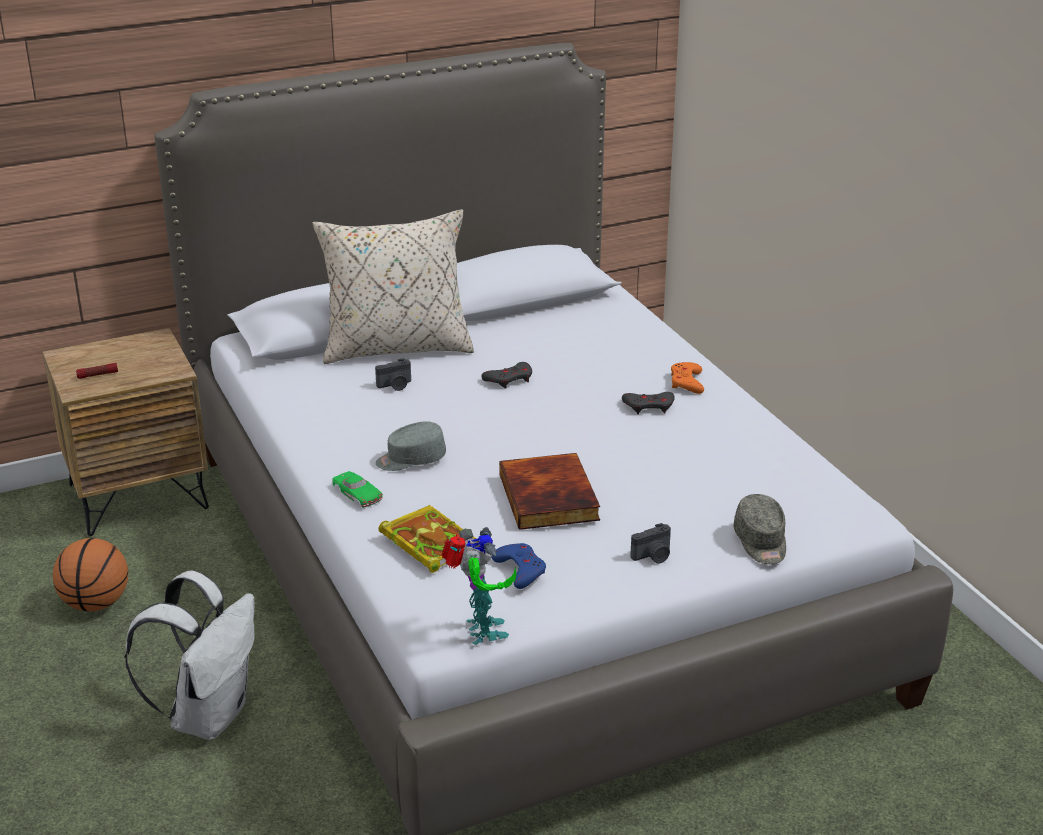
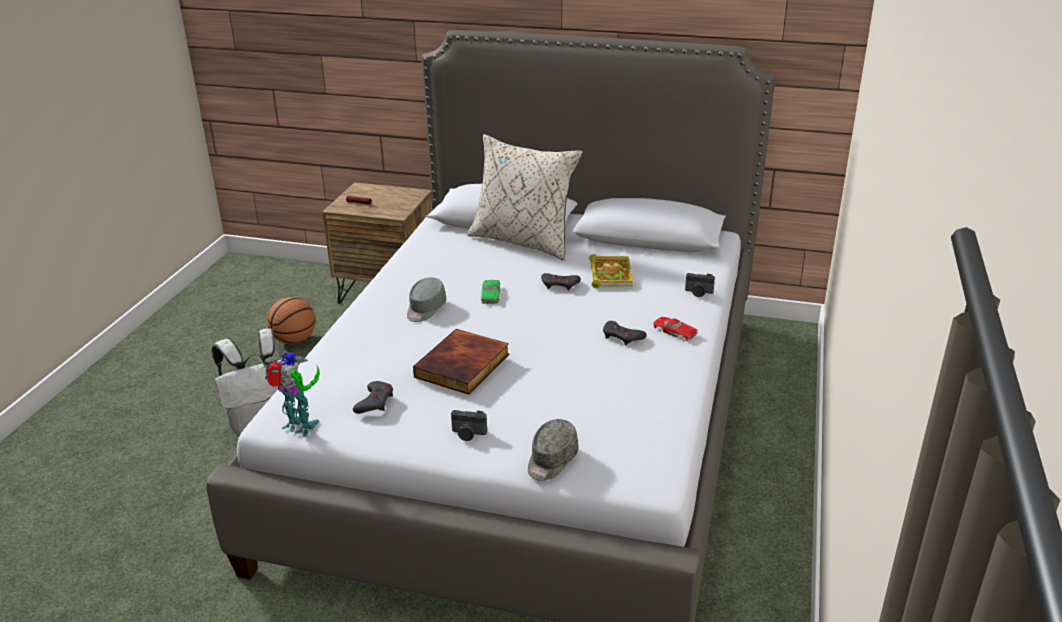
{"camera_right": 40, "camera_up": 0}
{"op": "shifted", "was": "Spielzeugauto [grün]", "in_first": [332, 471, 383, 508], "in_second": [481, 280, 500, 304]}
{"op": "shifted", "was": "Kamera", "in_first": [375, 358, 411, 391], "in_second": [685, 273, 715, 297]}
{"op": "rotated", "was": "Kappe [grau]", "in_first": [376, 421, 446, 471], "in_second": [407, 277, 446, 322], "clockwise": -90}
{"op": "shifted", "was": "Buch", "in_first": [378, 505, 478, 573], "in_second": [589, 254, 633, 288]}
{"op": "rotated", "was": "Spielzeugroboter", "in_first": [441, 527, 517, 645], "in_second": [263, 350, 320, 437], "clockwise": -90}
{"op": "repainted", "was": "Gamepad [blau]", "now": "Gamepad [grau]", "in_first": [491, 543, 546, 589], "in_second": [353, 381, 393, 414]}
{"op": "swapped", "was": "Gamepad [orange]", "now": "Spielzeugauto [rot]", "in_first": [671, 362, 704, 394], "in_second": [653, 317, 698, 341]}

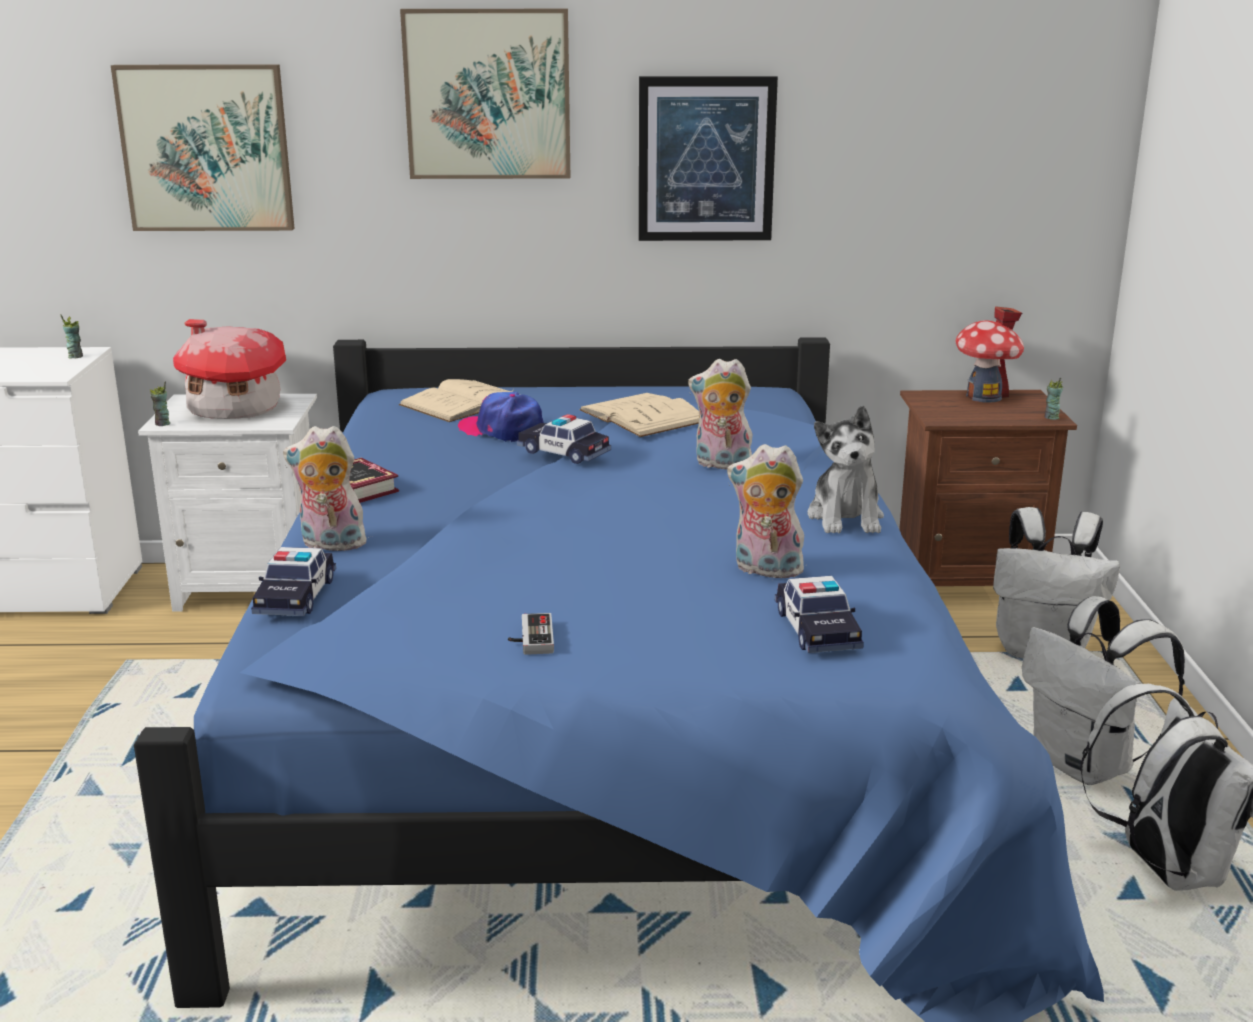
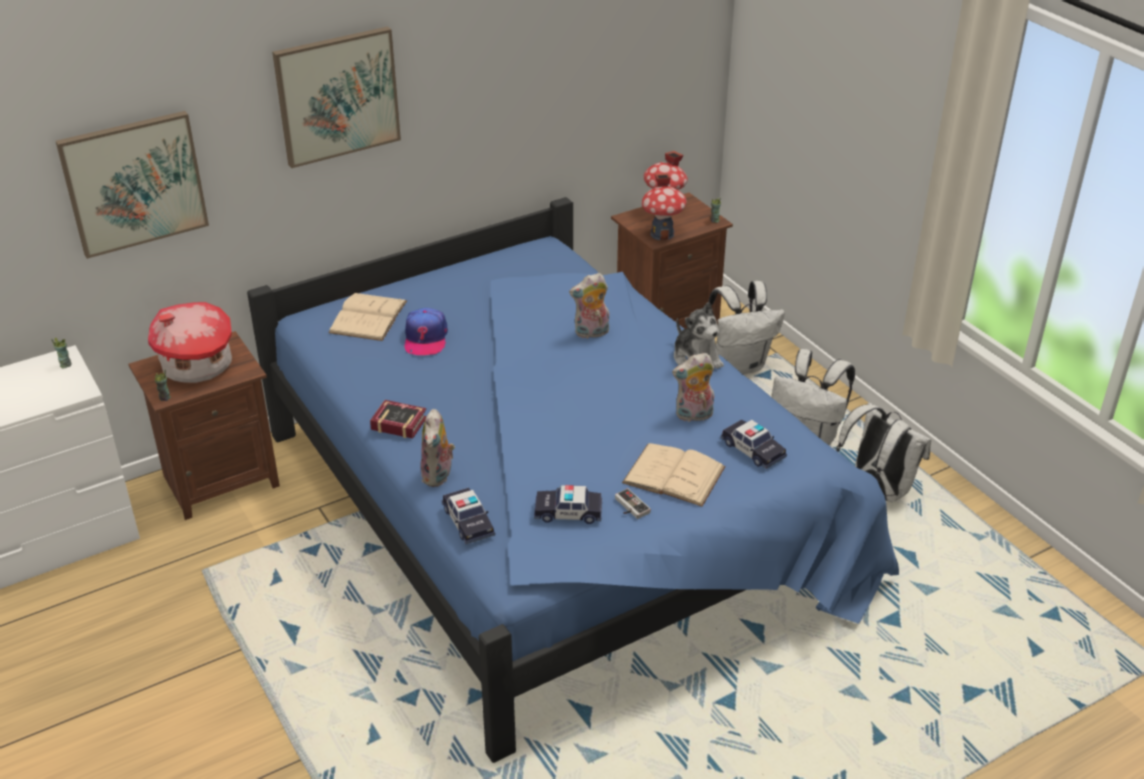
{"camera_right": -30, "camera_up": 15}
{"op": "repainted", "was": "Nachttisch [weiß]", "now": "Nachttisch [braun]", "in_first": [138, 394, 317, 612], "in_second": [128, 331, 280, 520]}
{"op": "rotated", "was": "Plüschtier", "in_first": [283, 426, 370, 554], "in_second": [421, 409, 455, 487], "clockwise": -60}
{"op": "rotated", "was": "Kappe", "in_first": [458, 392, 544, 442], "in_second": [404, 308, 448, 355], "clockwise": -90}
{"op": "shifted", "was": "Spielzeugauto", "in_first": [517, 414, 611, 464], "in_second": [534, 485, 602, 524]}
{"op": "shifted", "was": "Buch [beige]", "in_first": [579, 393, 699, 437], "in_second": [622, 443, 725, 507]}
{"op": "gone", "was": "Bild", "in_first": [638, 76, 778, 241]}
{"op": "new", "now": "Spielzeughaus", "in_second": [641, 173, 687, 240]}

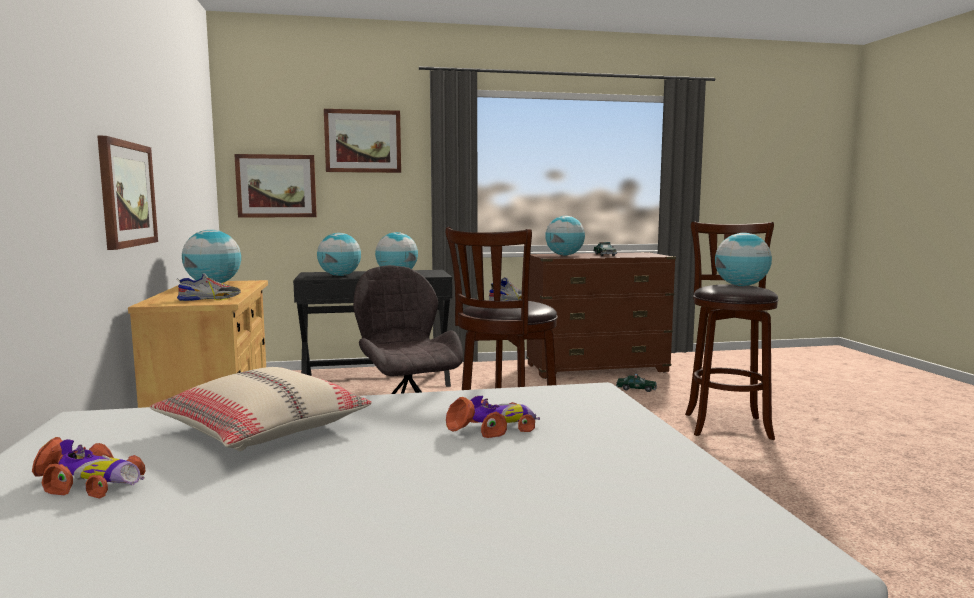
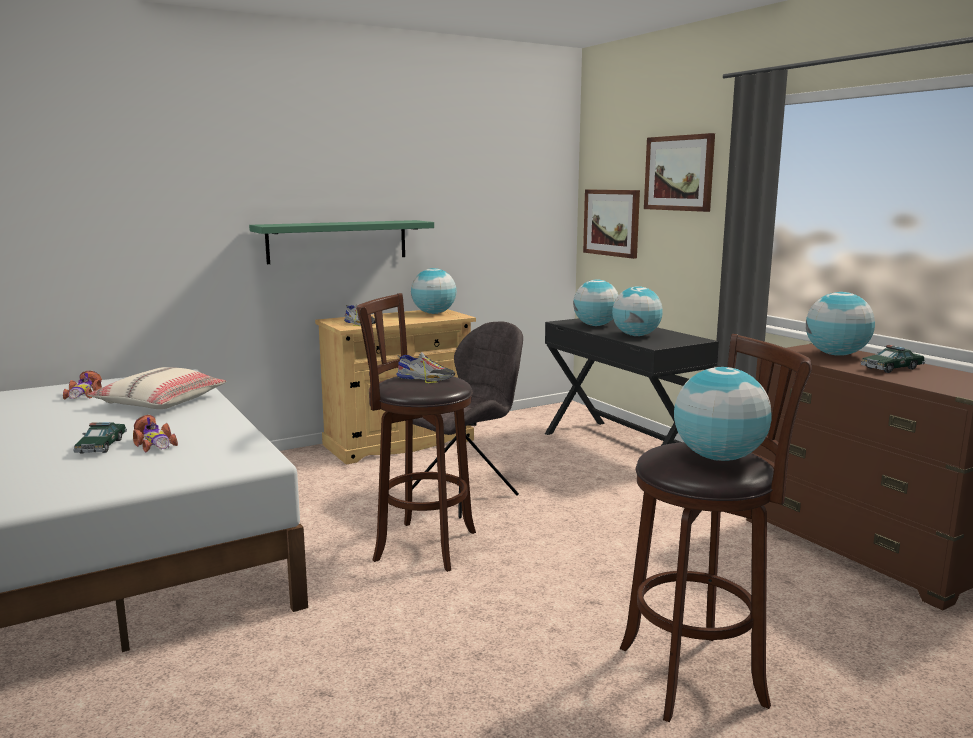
{"camera_right": 70, "camera_up": 5}
{"op": "swapped", "was": "Bild", "now": "Wandregal [grün]", "in_first": [97, 136, 158, 250], "in_second": [249, 220, 434, 264]}
{"op": "shifted", "was": "Spielzeugauto", "in_first": [616, 374, 657, 392], "in_second": [73, 422, 127, 453]}

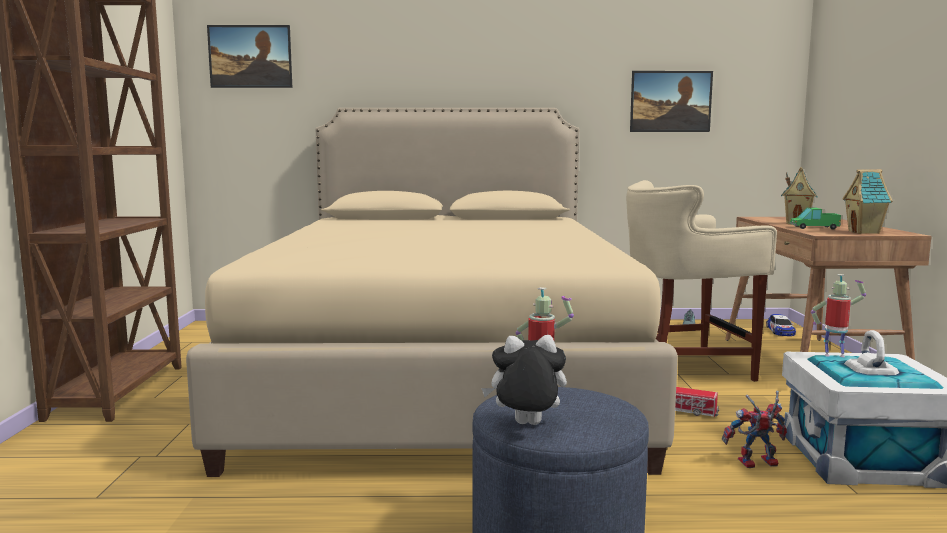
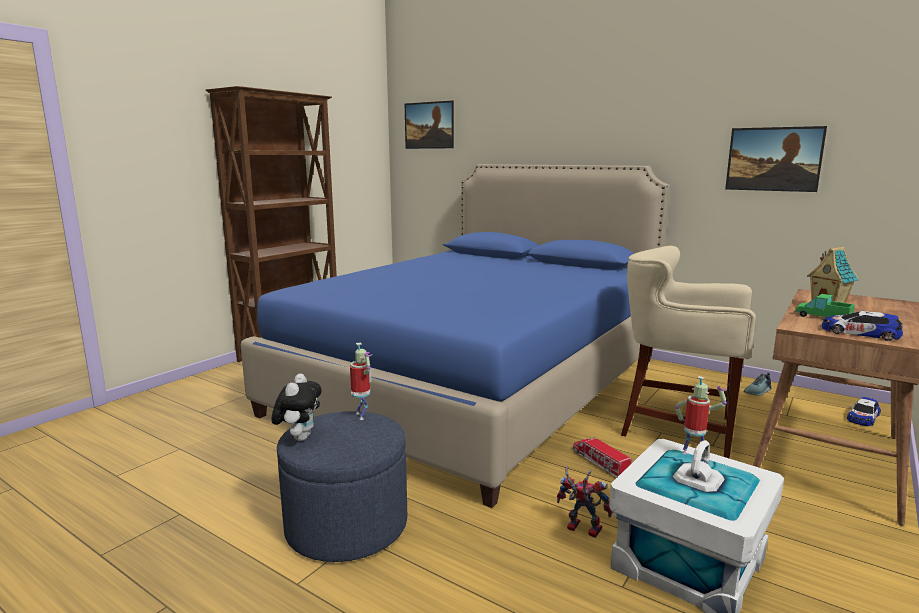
{"camera_right": 35, "camera_up": 5}
{"op": "repainted", "was": "Bett [beige]", "now": "Bett [blau]", "in_first": [186, 108, 678, 477], "in_second": [241, 164, 670, 508]}
{"op": "rotated", "was": "Plüschtier", "in_first": [481, 335, 567, 425], "in_second": [272, 373, 322, 441], "clockwise": 60}
{"op": "swapped", "was": "Spielzeughaus", "now": "Spielzeugauto", "in_first": [842, 169, 893, 234], "in_second": [822, 311, 903, 341]}

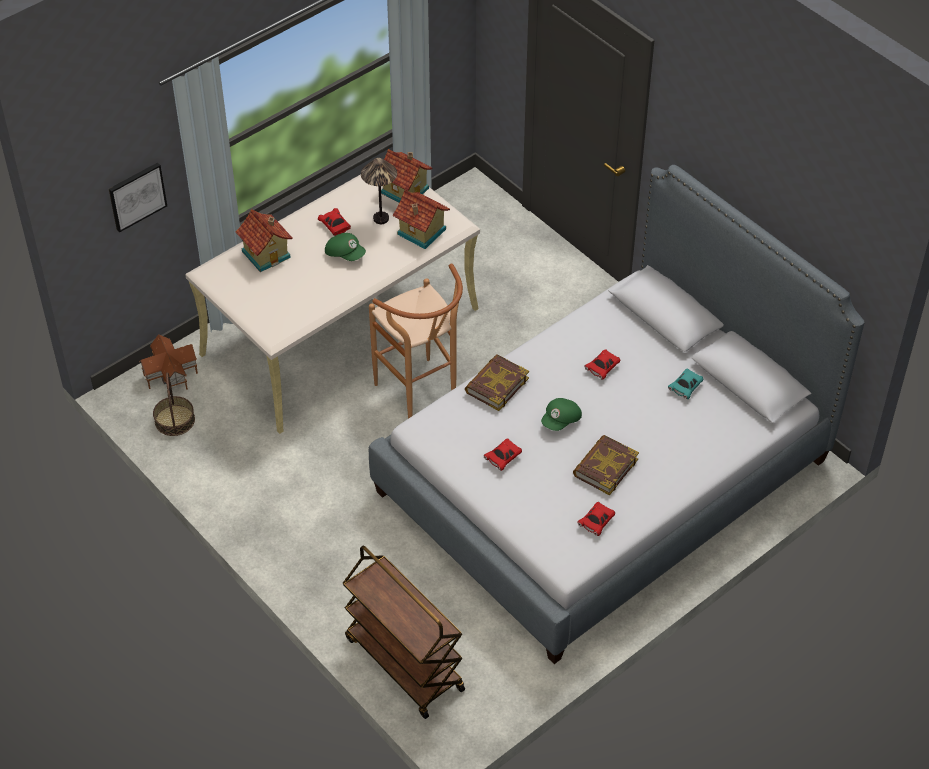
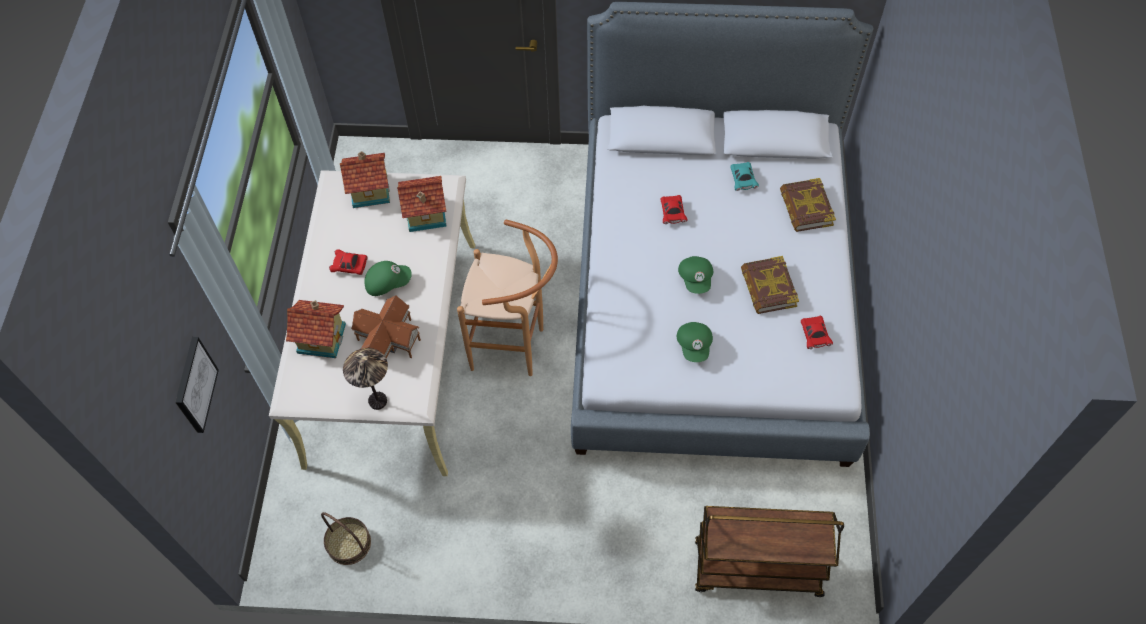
{"camera_right": -45, "camera_up": 10}
{"op": "shifted", "was": "Spielzeughaus", "in_first": [139, 334, 198, 390], "in_second": [351, 295, 421, 358]}
{"op": "shifted", "was": "Tischlampe", "in_first": [361, 158, 397, 224], "in_second": [343, 348, 388, 410]}
{"op": "shifted", "was": "Buch", "in_first": [465, 354, 529, 411], "in_second": [780, 178, 836, 232]}
{"op": "swapped", "was": "Spielzeugauto [rot]", "now": "Kappe [grün]", "in_first": [484, 439, 522, 471], "in_second": [677, 322, 713, 362]}

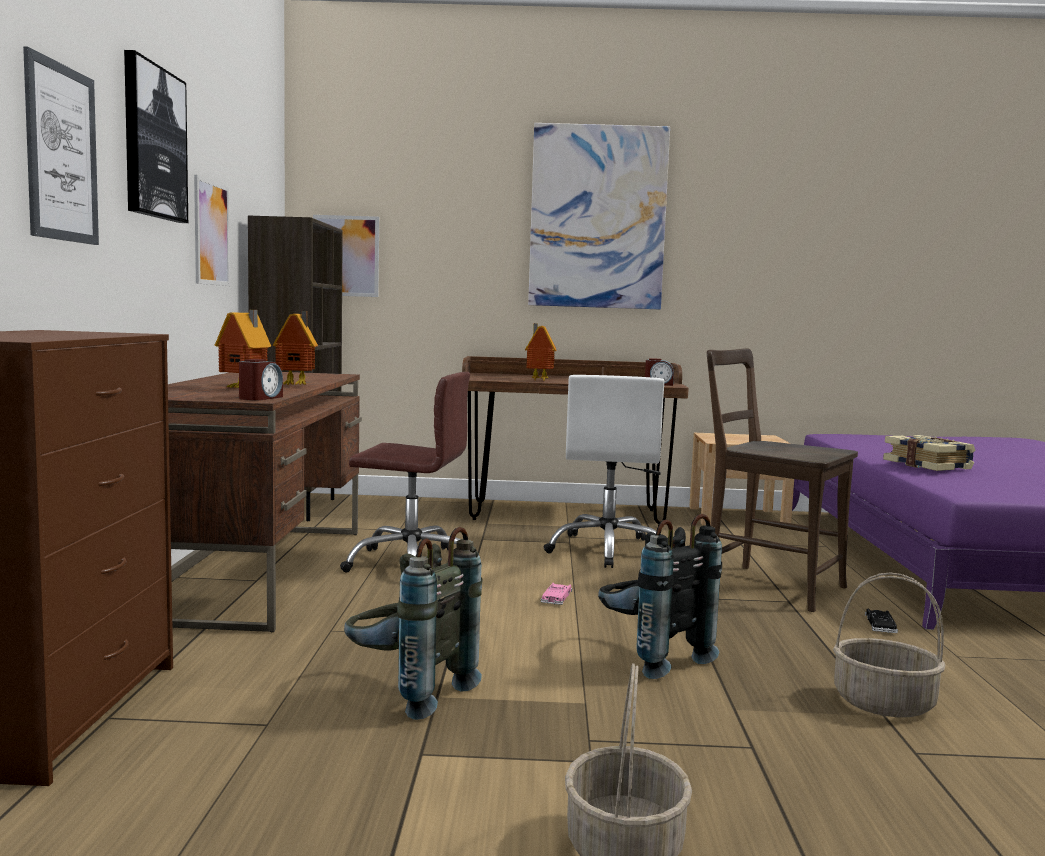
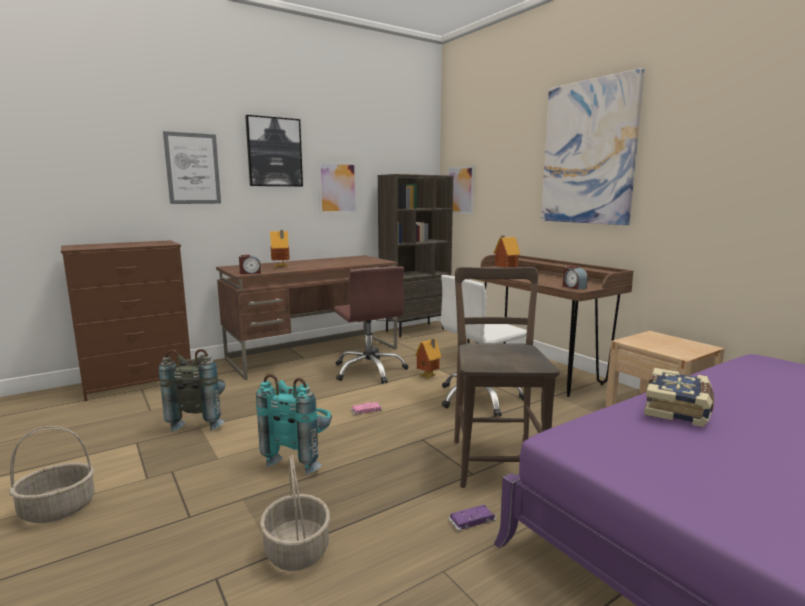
{"camera_right": 55, "camera_up": 5}
{"op": "shifted", "was": "Spielzeughaus", "in_first": [273, 311, 318, 385], "in_second": [415, 339, 441, 378]}
{"op": "repainted", "was": "Rucksack [schwarz]", "now": "Rucksack [türkis]", "in_first": [598, 514, 722, 679], "in_second": [256, 374, 332, 475]}
{"op": "repainted", "was": "Spielzeugauto [schwarz]", "now": "Spielzeugauto [lila]", "in_first": [865, 609, 898, 633], "in_second": [449, 505, 496, 531]}

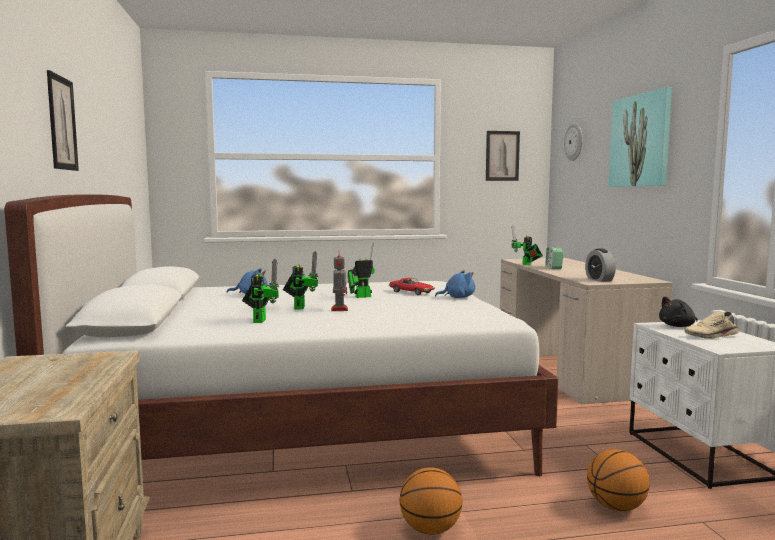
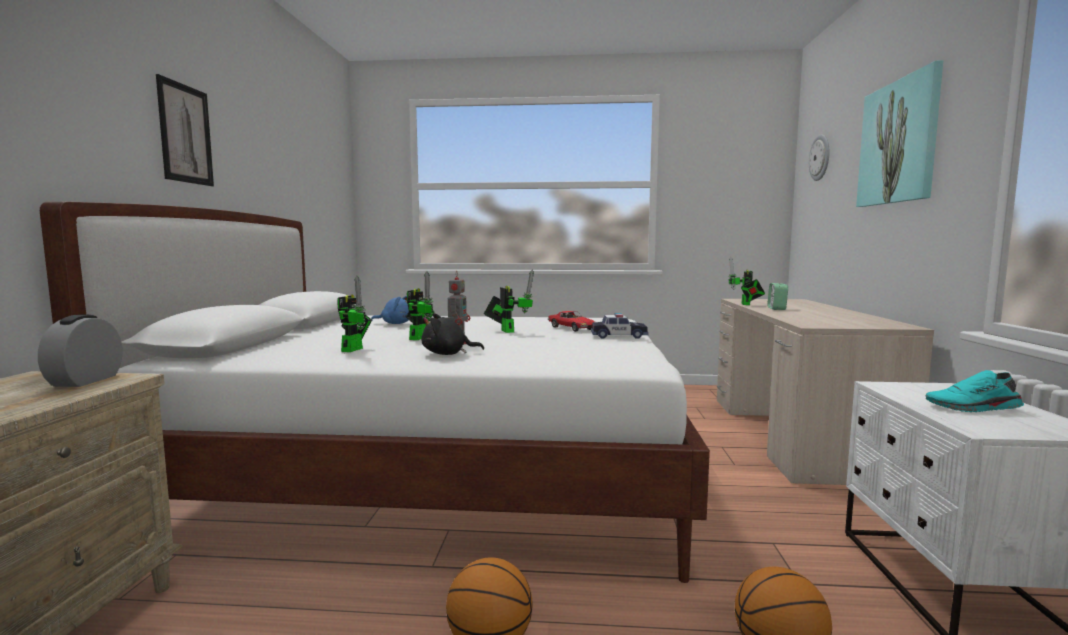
{"camera_right": 15, "camera_up": 0}
{"op": "rotated", "was": "Spielzeugroboter", "in_first": [348, 242, 375, 298], "in_second": [484, 269, 534, 333], "clockwise": 75}
{"op": "swapped", "was": "Plüschtier [blau]", "now": "Spielzeugauto", "in_first": [435, 270, 475, 298], "in_second": [591, 313, 649, 339]}
{"op": "gone", "was": "Bild", "in_first": [486, 131, 520, 181]}
{"op": "shifted", "was": "Wecker", "in_first": [585, 249, 616, 282], "in_second": [38, 315, 122, 387]}
{"op": "shifted", "was": "Plüschtier [schwarz]", "in_first": [659, 296, 698, 327], "in_second": [421, 313, 484, 355]}
{"op": "repainted", "was": "Schuh [beige]", "now": "Schuh [türkis]", "in_first": [685, 311, 739, 339], "in_second": [925, 370, 1024, 412]}

